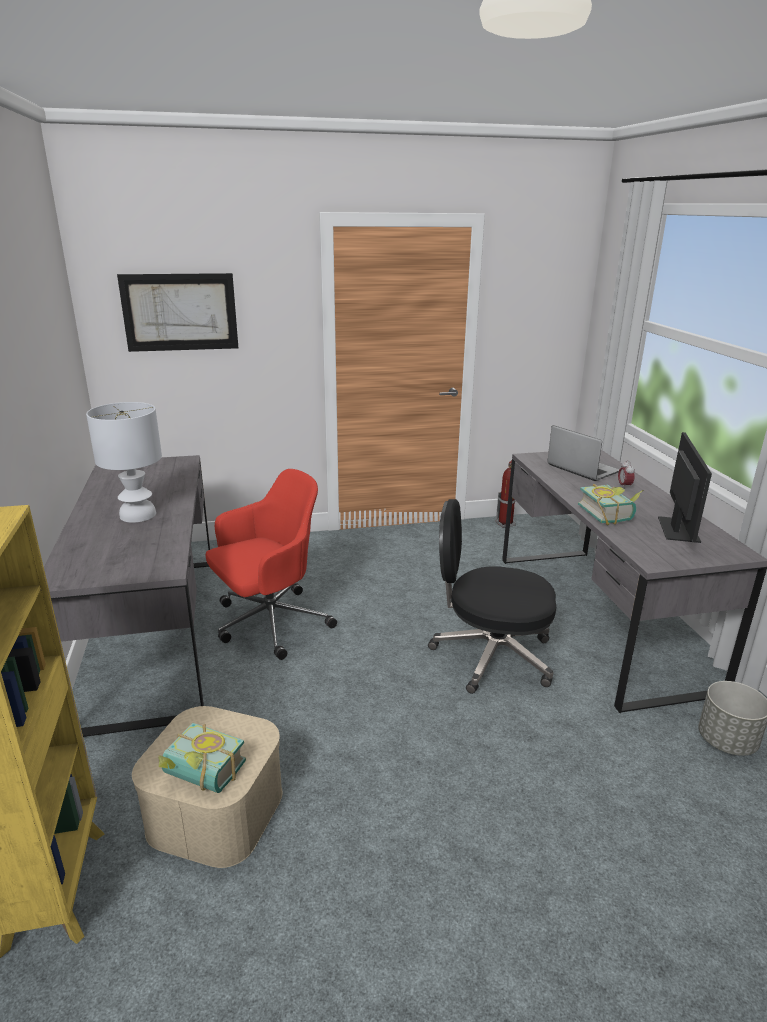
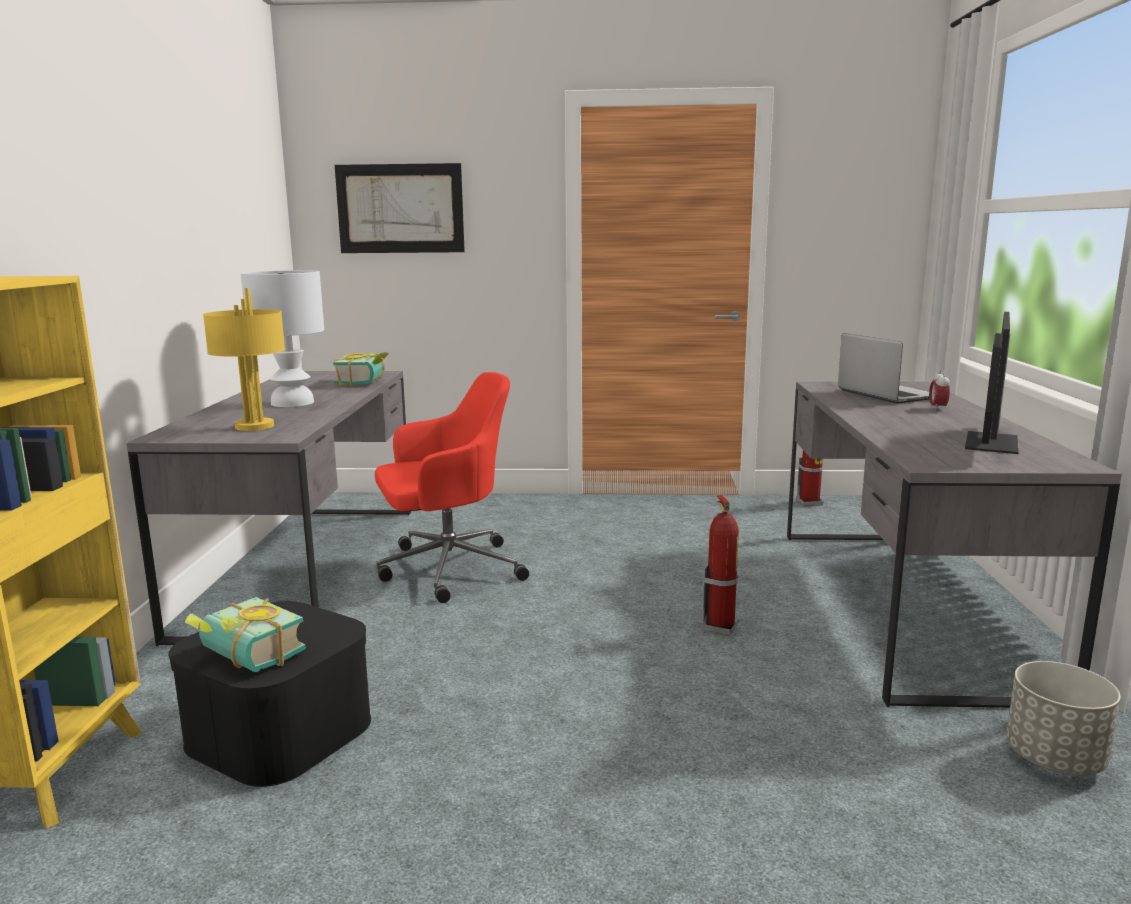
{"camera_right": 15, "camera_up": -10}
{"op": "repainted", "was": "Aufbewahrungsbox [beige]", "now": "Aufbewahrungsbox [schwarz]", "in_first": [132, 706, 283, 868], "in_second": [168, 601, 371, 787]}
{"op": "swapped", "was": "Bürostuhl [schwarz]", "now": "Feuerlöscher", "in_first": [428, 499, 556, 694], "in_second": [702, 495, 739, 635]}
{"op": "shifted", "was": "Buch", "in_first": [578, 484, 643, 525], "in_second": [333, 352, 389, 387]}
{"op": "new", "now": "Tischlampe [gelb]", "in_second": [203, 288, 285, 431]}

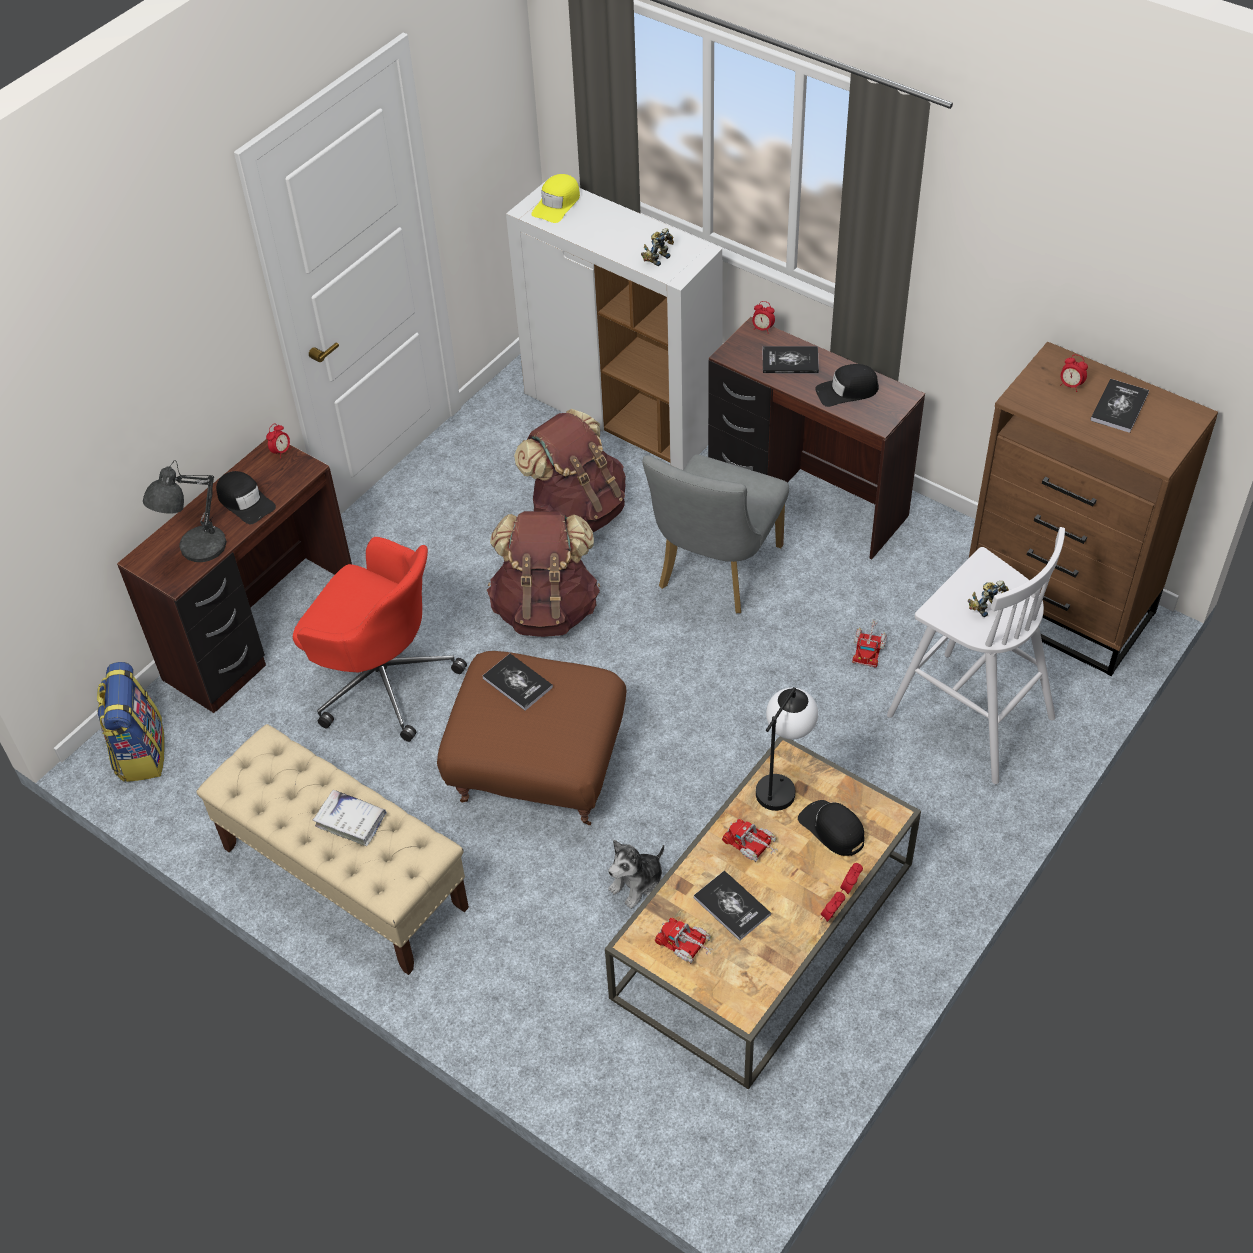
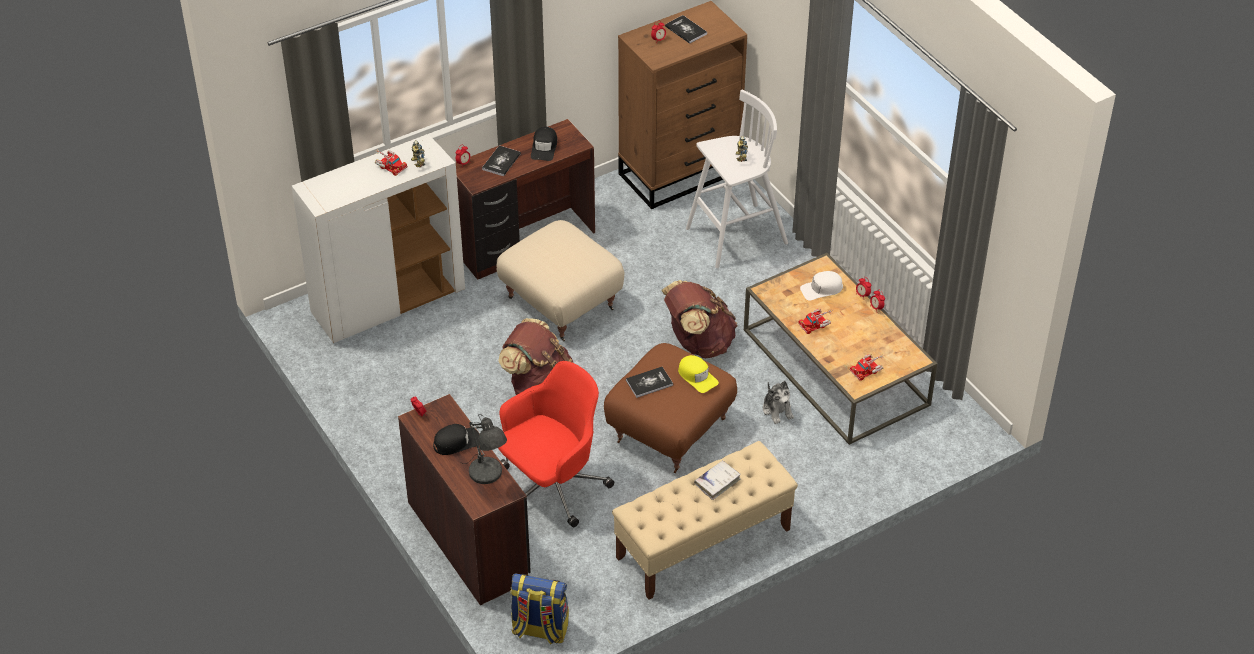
{"camera_right": -70, "camera_up": -5}
{"op": "shifted", "was": "Rucksack [braun]", "in_first": [514, 409, 626, 532], "in_second": [661, 280, 738, 358]}
{"op": "shifted", "was": "Kappe [gelb]", "in_first": [531, 174, 580, 223], "in_second": [678, 355, 719, 393]}
{"op": "swapped", "was": "Stuhl [grau]", "now": "Polsterhocker [beige]", "in_first": [642, 454, 789, 613], "in_second": [497, 220, 624, 342]}
{"op": "gone", "was": "Buch", "in_first": [694, 870, 771, 941]}
{"op": "gone", "was": "Tischlampe", "in_first": [756, 687, 818, 811]}
{"op": "repainted", "was": "Kappe [schwarz]", "now": "Kappe [weiß]", "in_first": [798, 800, 864, 856], "in_second": [800, 271, 843, 301]}
{"op": "shifted", "was": "Spielzeuglaster", "in_first": [852, 619, 887, 667], "in_second": [375, 149, 408, 176]}

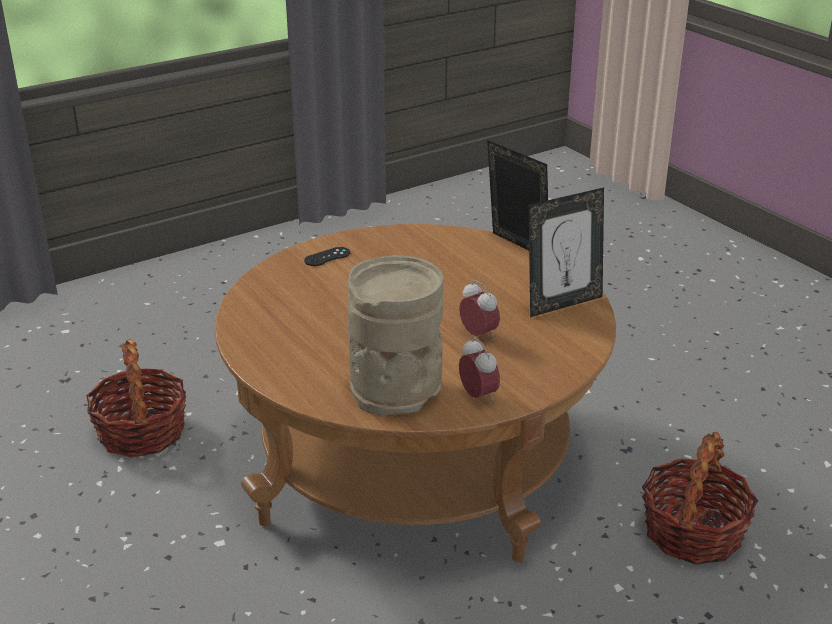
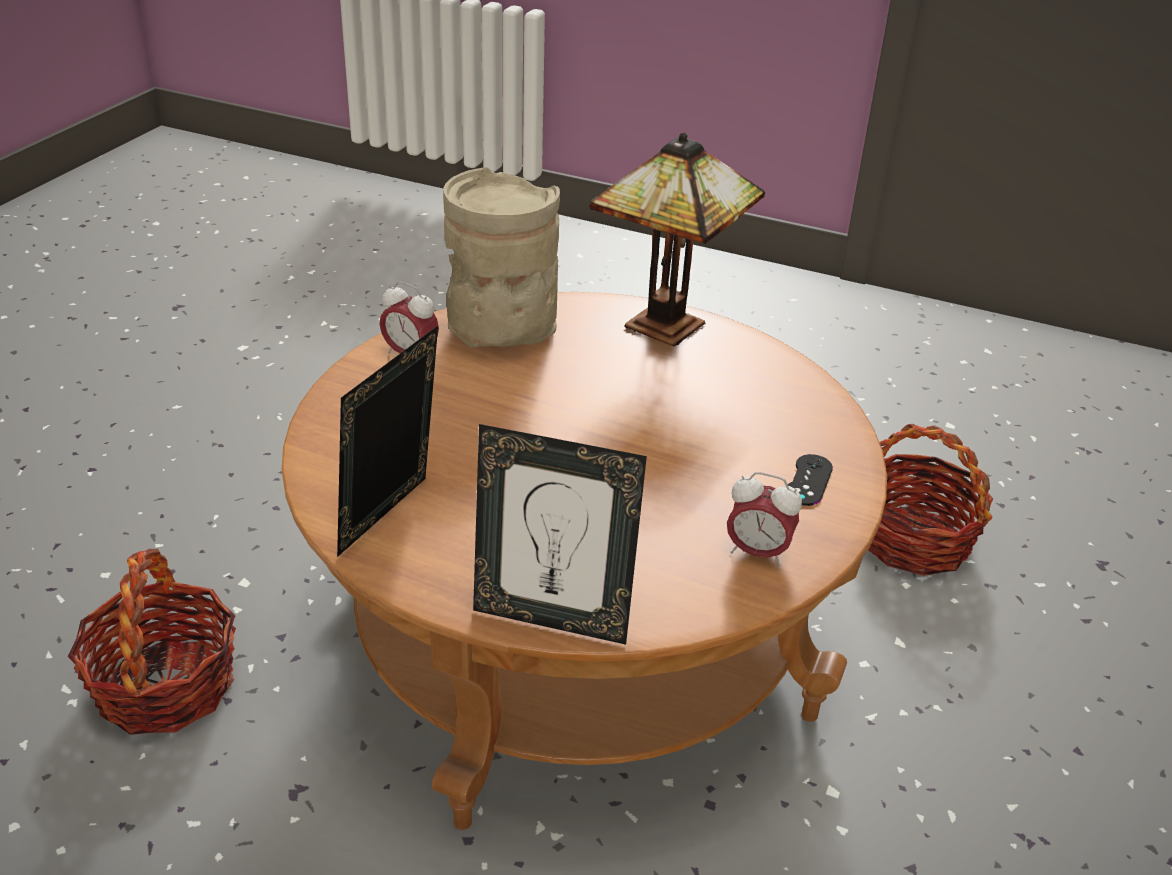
{"camera_right": 145, "camera_up": 5}
{"op": "shifted", "was": "Wecker", "in_first": [459, 280, 500, 340], "in_second": [727, 472, 802, 566]}
{"op": "new", "now": "Tischlampe", "in_second": [590, 132, 765, 347]}

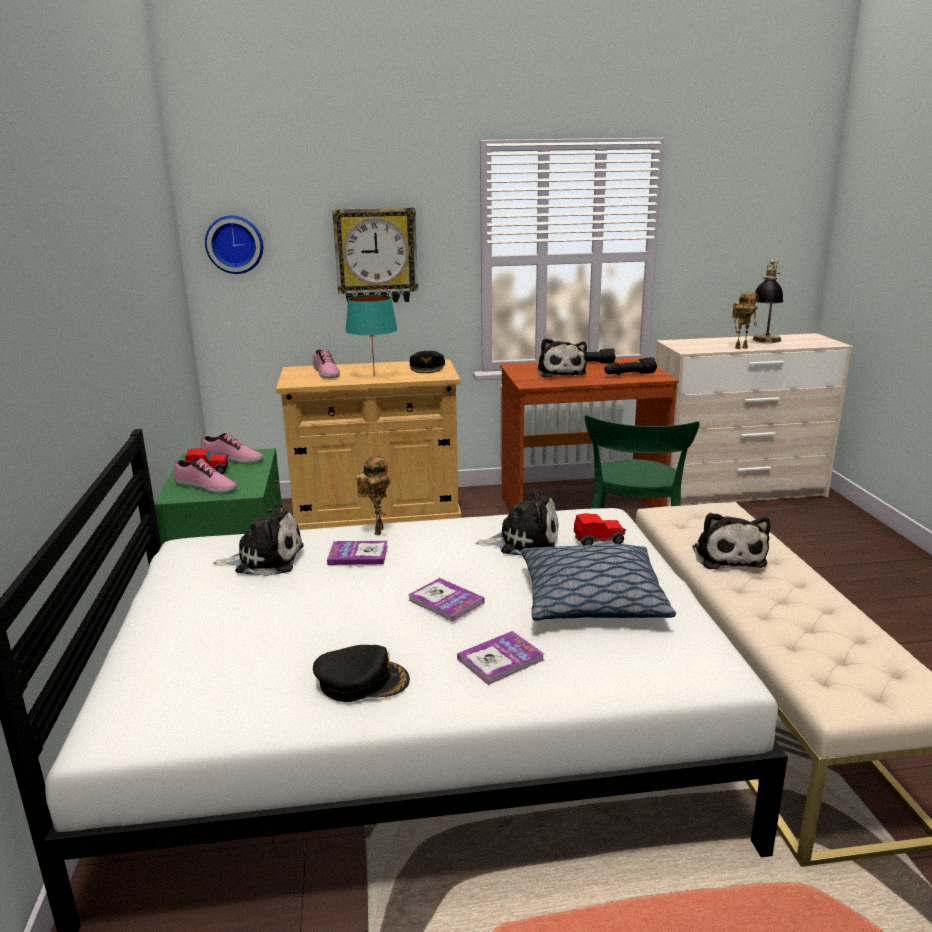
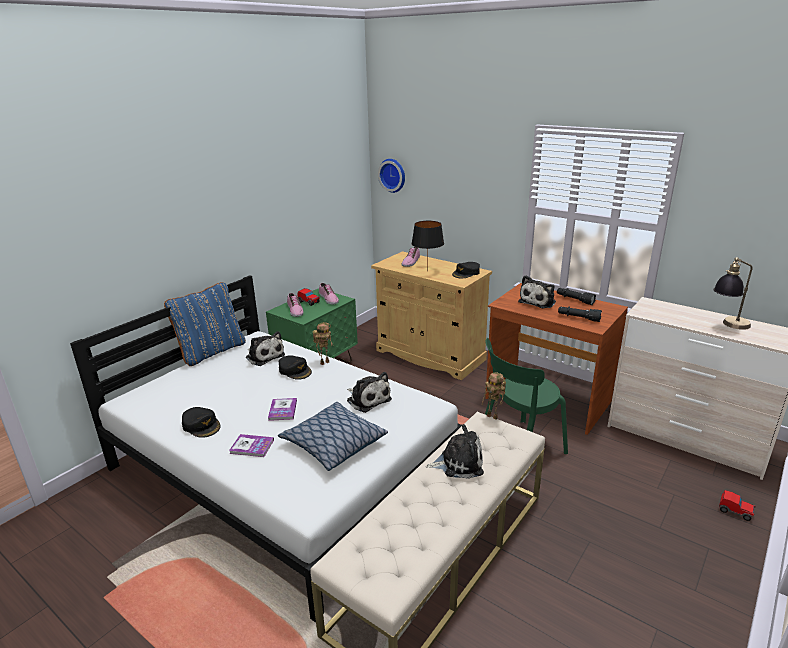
{"camera_right": 45, "camera_up": 5}
{"op": "swapped", "was": "Buch", "now": "Kappe [schwarz]", "in_first": [327, 540, 388, 565], "in_second": [279, 355, 312, 380]}
{"op": "gone", "was": "Wanduhr", "in_first": [332, 207, 418, 302]}
{"op": "repainted", "was": "Tischlampe [türkis]", "now": "Tischlampe [schwarz]", "in_first": [345, 295, 398, 376], "in_second": [412, 221, 444, 272]}
{"op": "shifted", "was": "Spielzeugauto", "in_first": [574, 513, 626, 545], "in_second": [719, 490, 756, 521]}
{"op": "rotated", "was": "Plüschtier", "in_first": [693, 513, 770, 569], "in_second": [426, 424, 484, 479], "clockwise": -135}
{"op": "shifted", "was": "Spielzeugroboter", "in_first": [732, 292, 759, 349], "in_second": [482, 372, 506, 419]}
{"op": "new", "now": "Kissen [blau]", "in_second": [164, 282, 246, 366]}

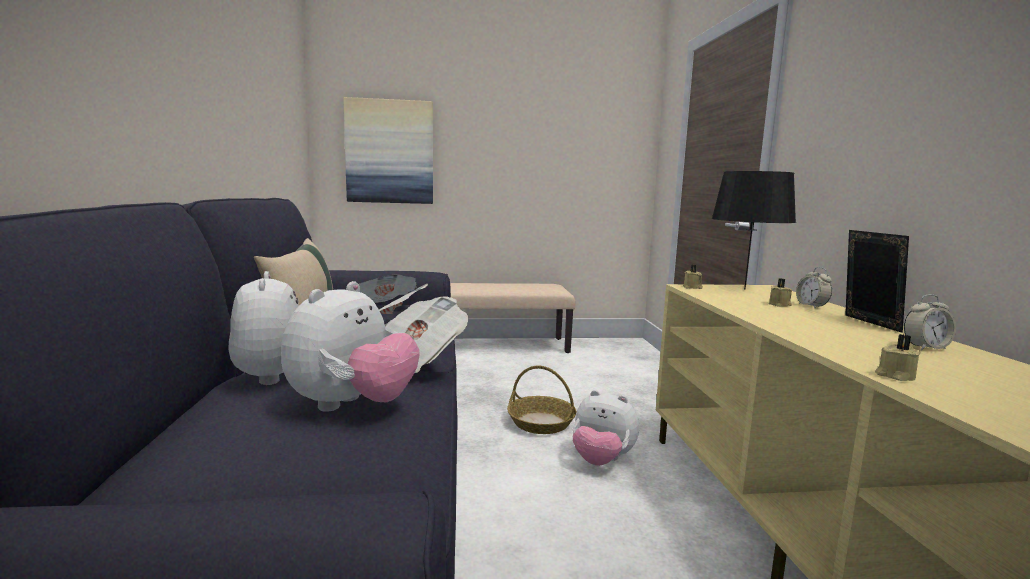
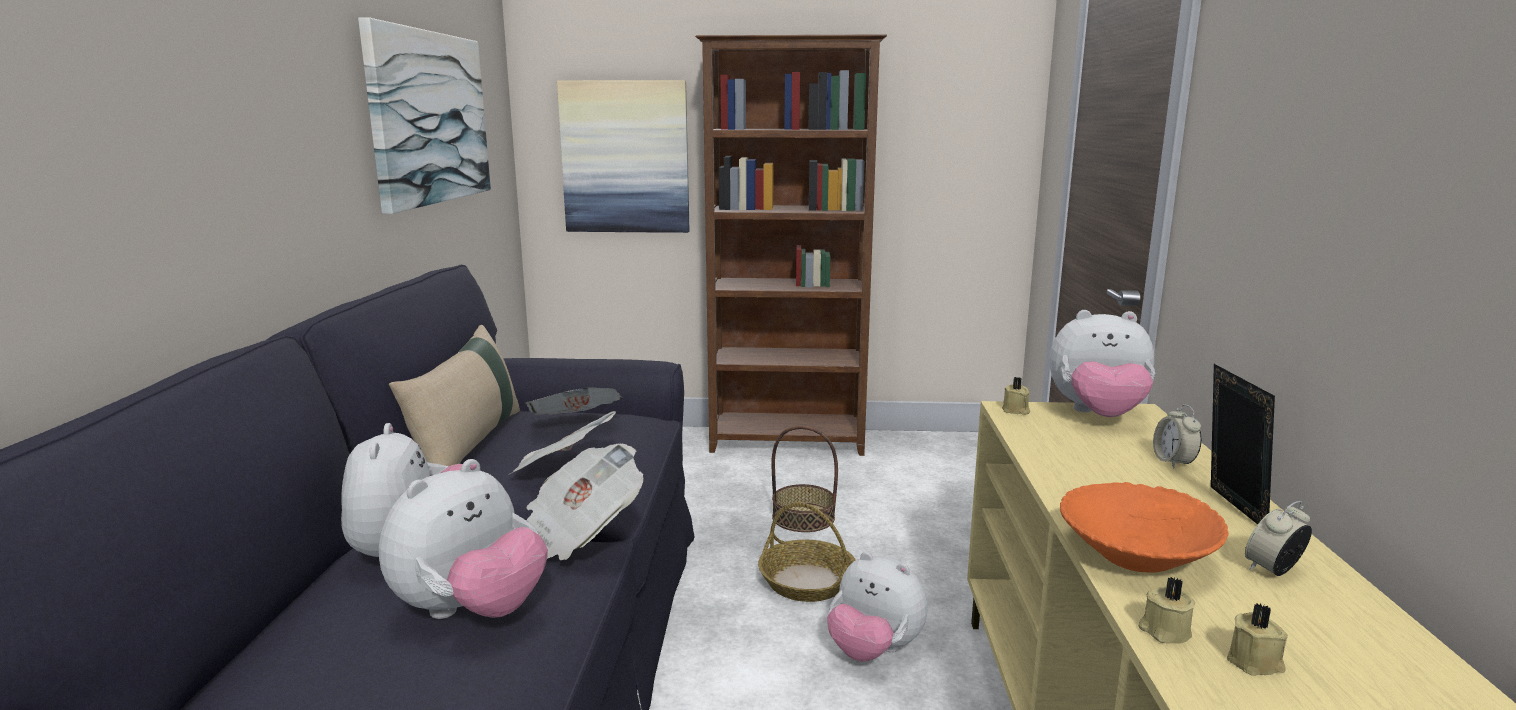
{"camera_right": 10, "camera_up": 5}
{"op": "swapped", "was": "Bank [beige]", "now": "Bücherregal [braun]", "in_first": [450, 283, 575, 353], "in_second": [695, 34, 887, 456]}
{"op": "swapped", "was": "Tischlampe [schwarz]", "now": "Plüschtier", "in_first": [712, 171, 796, 289], "in_second": [1050, 310, 1155, 417]}
{"op": "shifted", "was": "Kerze [beige]", "in_first": [769, 278, 792, 307], "in_second": [1227, 603, 1288, 676]}
{"op": "rotated", "was": "Wecker", "in_first": [904, 294, 956, 350], "in_second": [1245, 501, 1312, 576], "clockwise": 150}
{"op": "new", "now": "Bild", "in_second": [358, 17, 491, 214]}
{"op": "new", "now": "Korb", "in_second": [771, 425, 838, 532]}
{"op": "new", "now": "Schüssel [orange]", "in_second": [1060, 482, 1229, 573]}

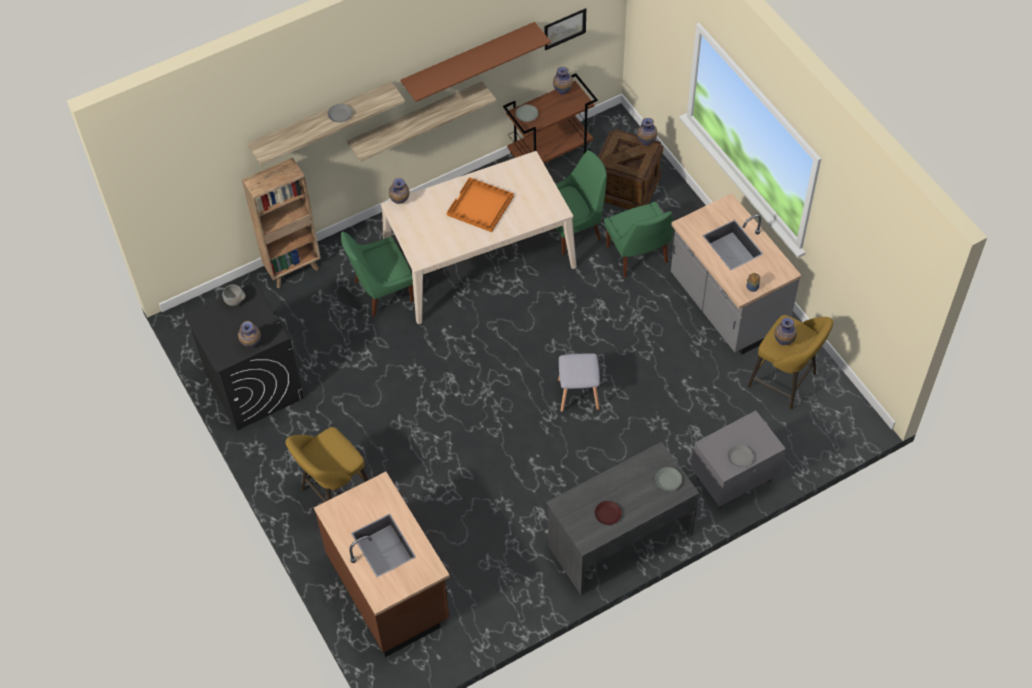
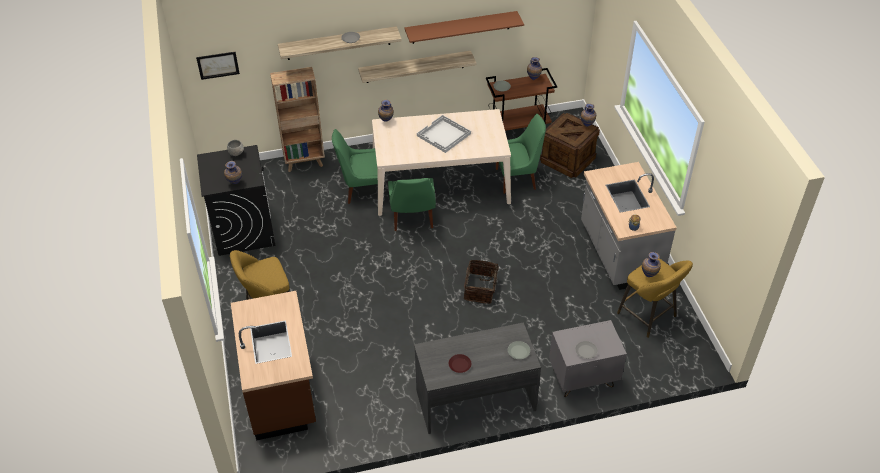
{"camera_right": 15, "camera_up": -10}
{"op": "repainted", "was": "Tablett [orange]", "now": "Tablett [weiß]", "in_first": [447, 177, 514, 232], "in_second": [417, 115, 471, 153]}
{"op": "shifted", "was": "Bild", "in_first": [545, 8, 586, 50], "in_second": [196, 52, 240, 80]}
{"op": "swapped", "was": "Hocker [grau]", "now": "Korb", "in_first": [558, 353, 600, 412], "in_second": [464, 260, 504, 304]}
{"op": "shifted", "was": "Stuhl [grün]", "in_first": [604, 202, 674, 277], "in_second": [388, 178, 436, 231]}

